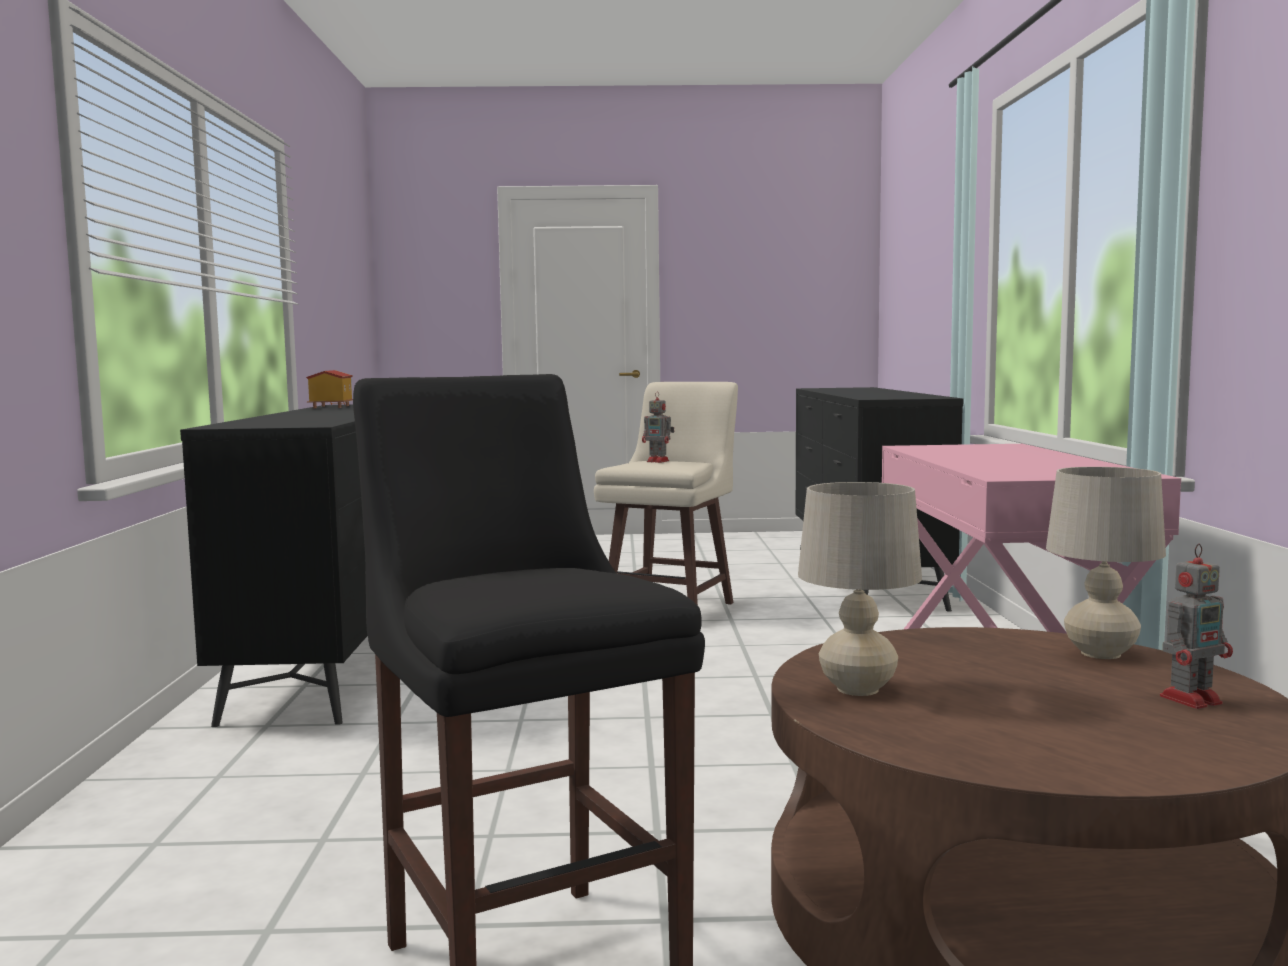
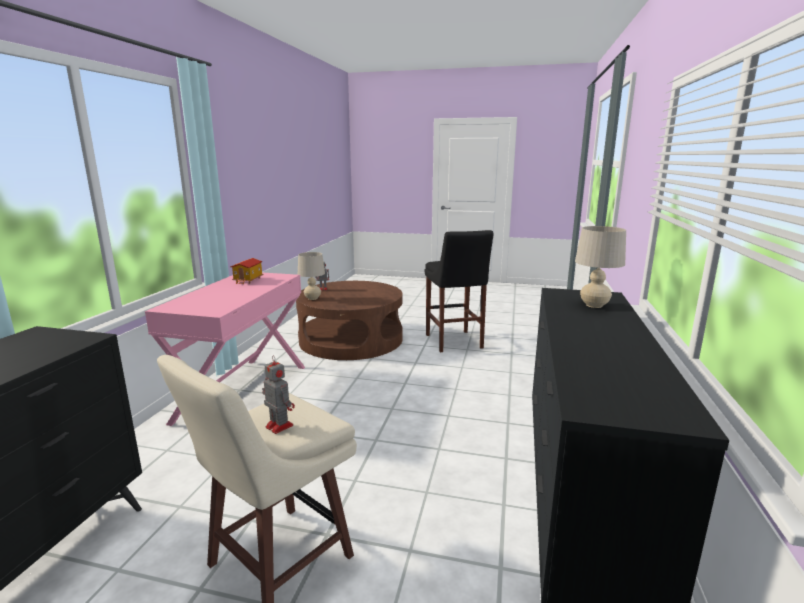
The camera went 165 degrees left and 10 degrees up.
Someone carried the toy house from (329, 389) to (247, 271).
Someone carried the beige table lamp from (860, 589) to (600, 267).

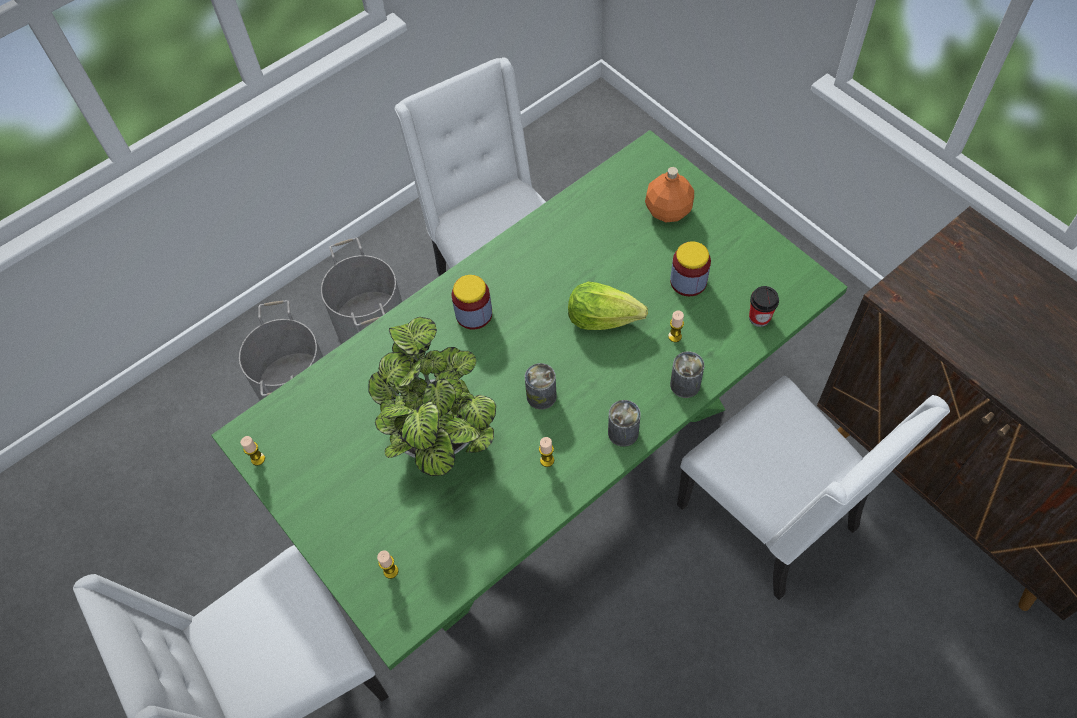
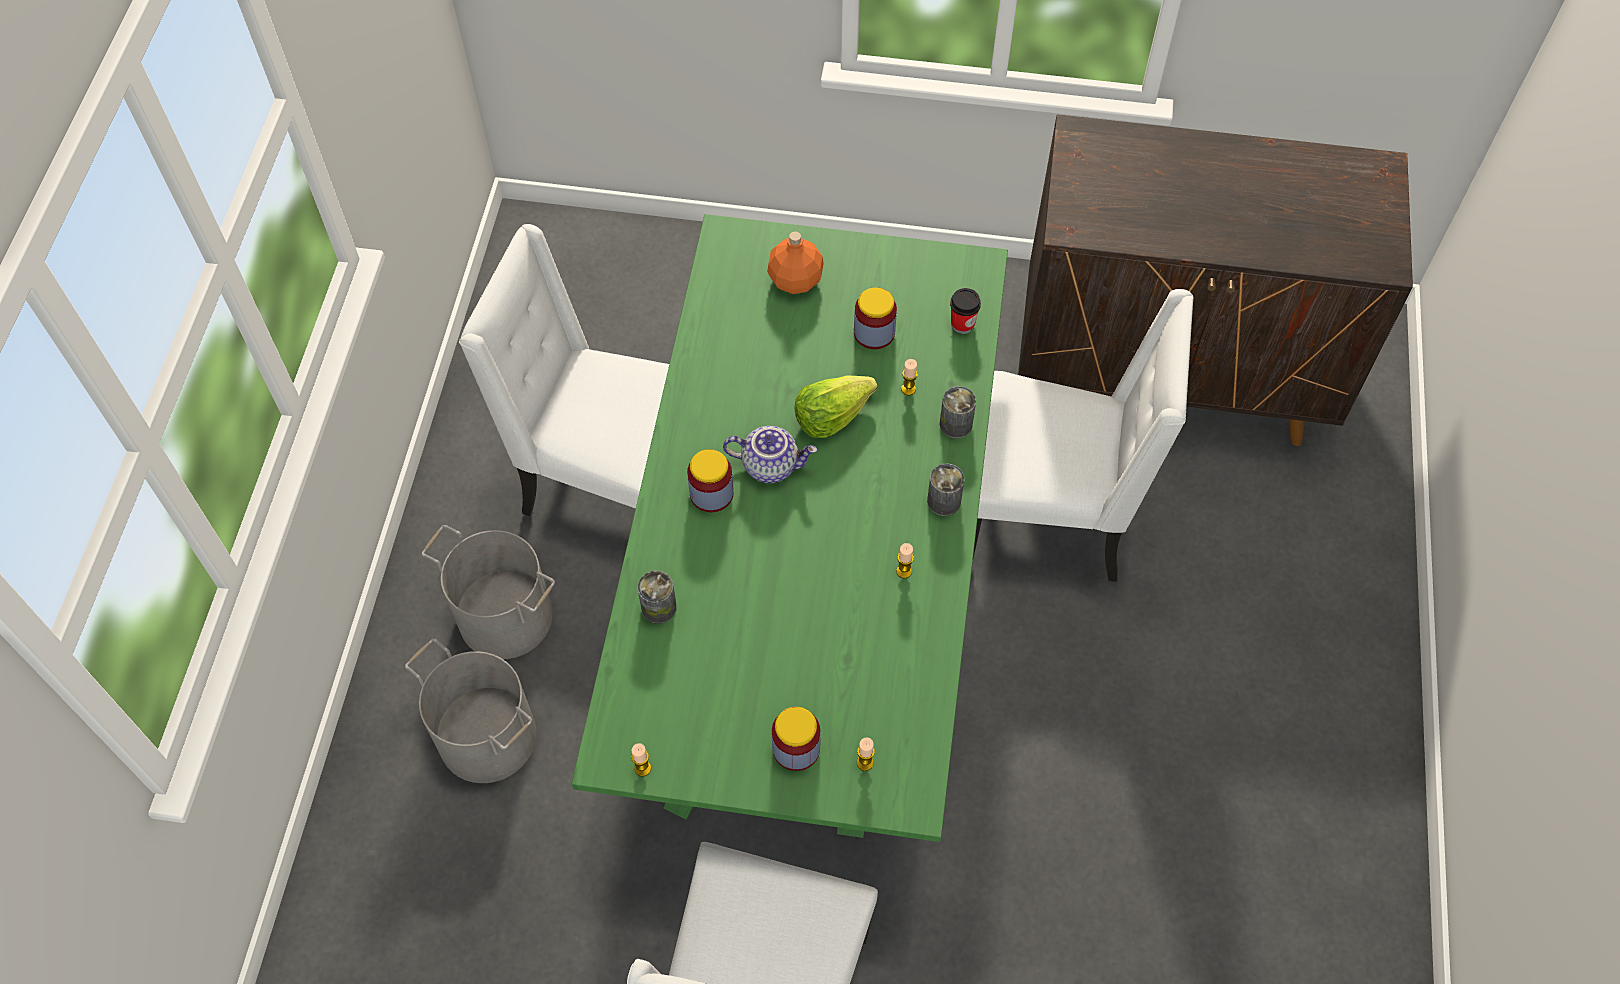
The camera went 45 degrees left and 0 degrees up.
Someone took away the potted plant at (432, 396).
Someone carried the can from (541, 386) to (657, 597).
Someone put down the teapot at (770, 454).
Someone put down the jar at (796, 739).

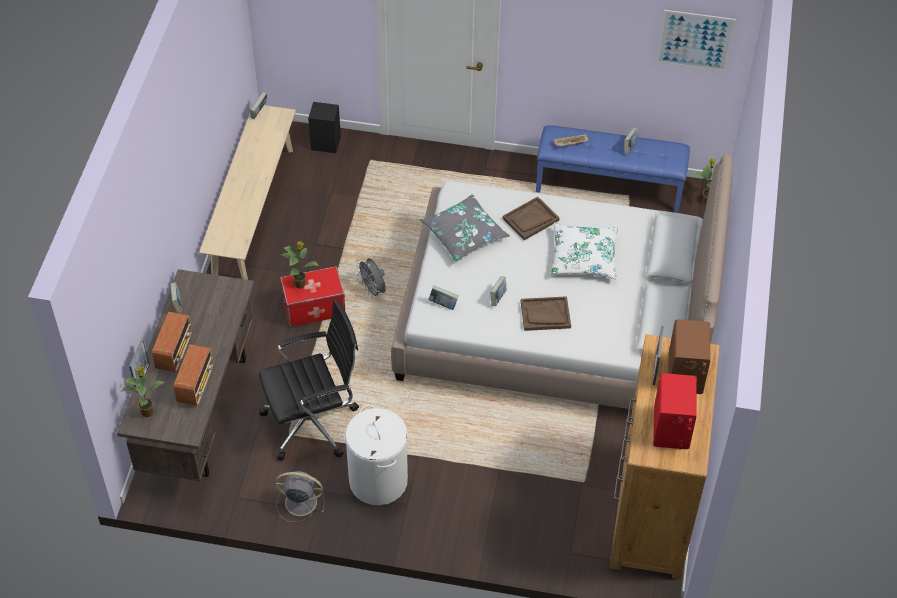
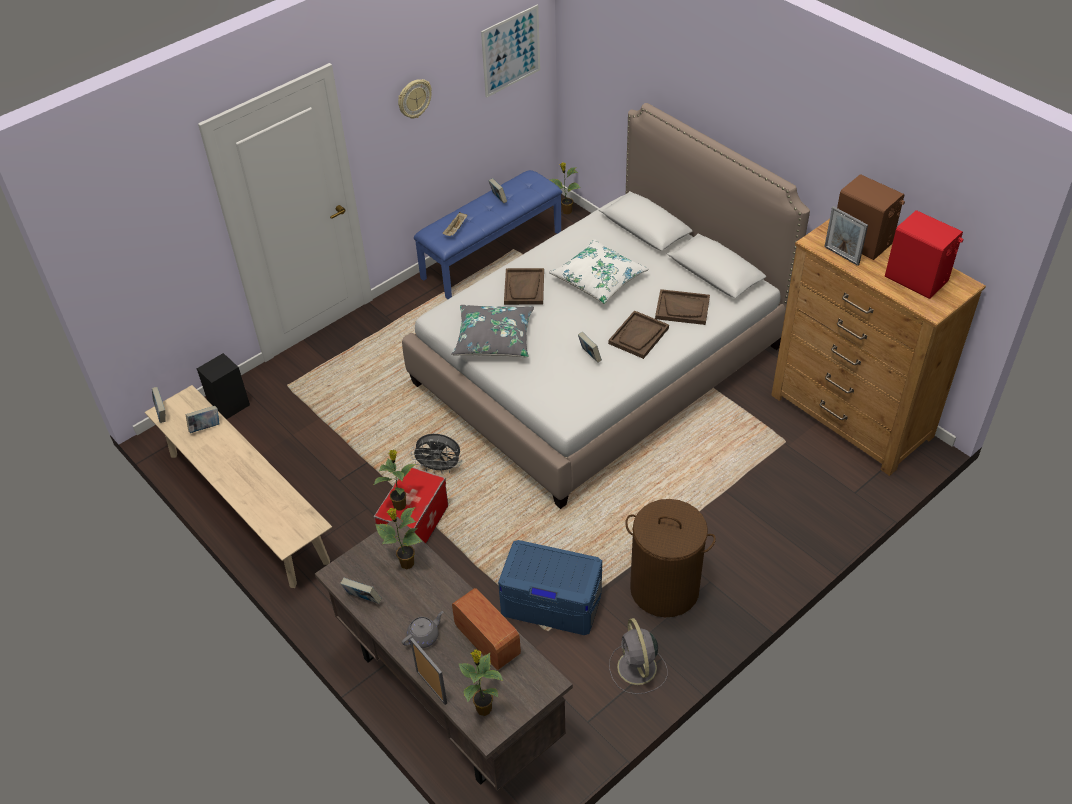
The camera went 50 degrees left and 5 degrees down.
Someone swapped the radio at (172, 342) for the grey teapot at (423, 629).
Someone swapped the black office chair at (309, 380) for the blue storage box at (550, 587).
Someone rotated the grey fan at (299, 496) by 60 degrees counterclockwise.
Someone repainted the white laundry basket at (376, 455), which became the brown laundry basket at (670, 558).
Someone carried the book from (443, 297) to (203, 419).
Someone put down the potted plant at (398, 538).
Someone put up the wall clock at (415, 99).
Someone put down the brown tray at (682, 307).

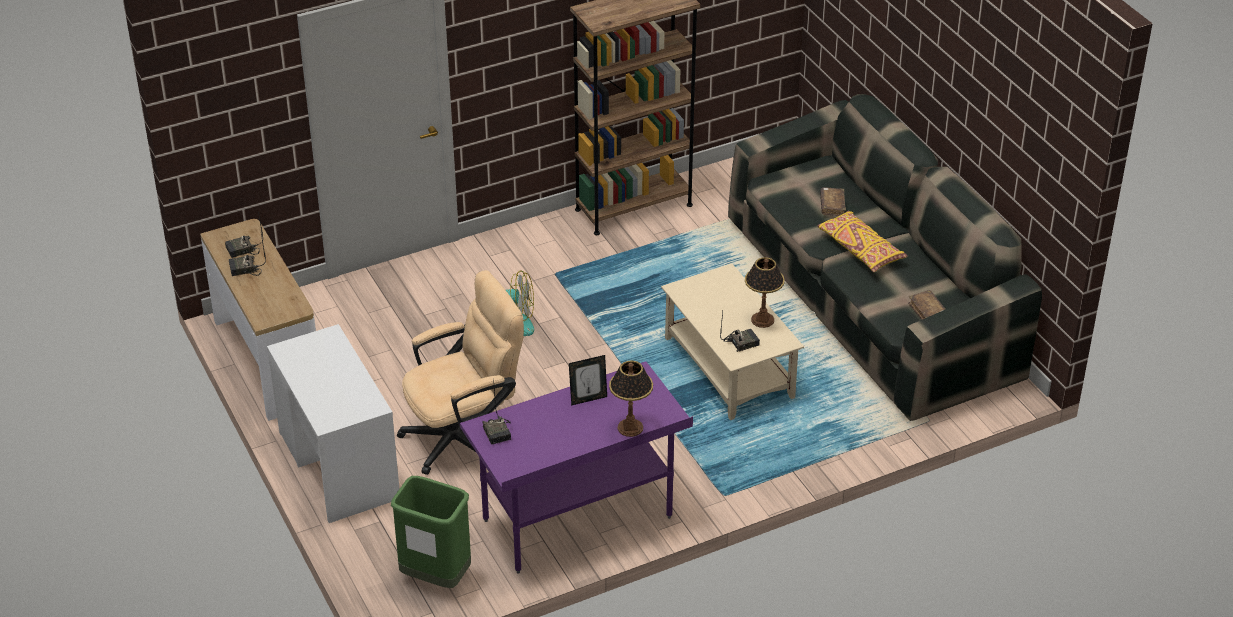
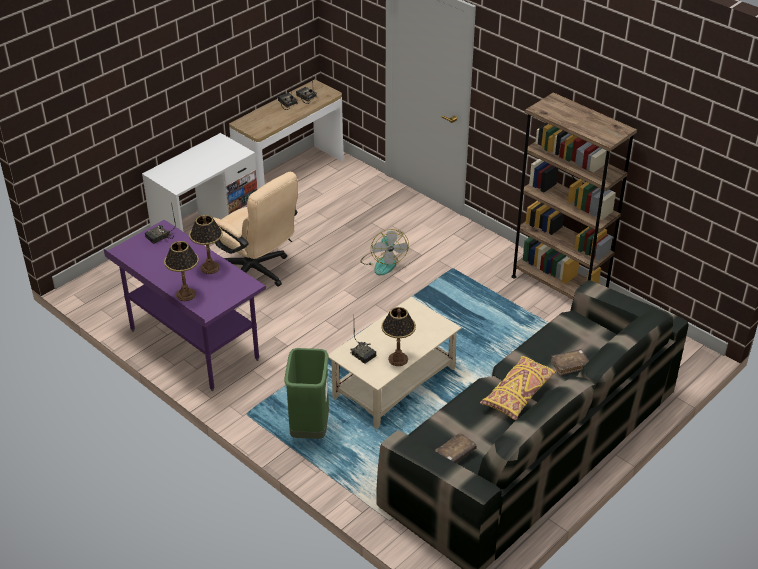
The camera went 70 degrees right and 0 degrees up.
Someone carried the green trash can from (431, 532) to (307, 393).
Someone swapped the picture frame at (588, 380) for the table lamp at (206, 244).

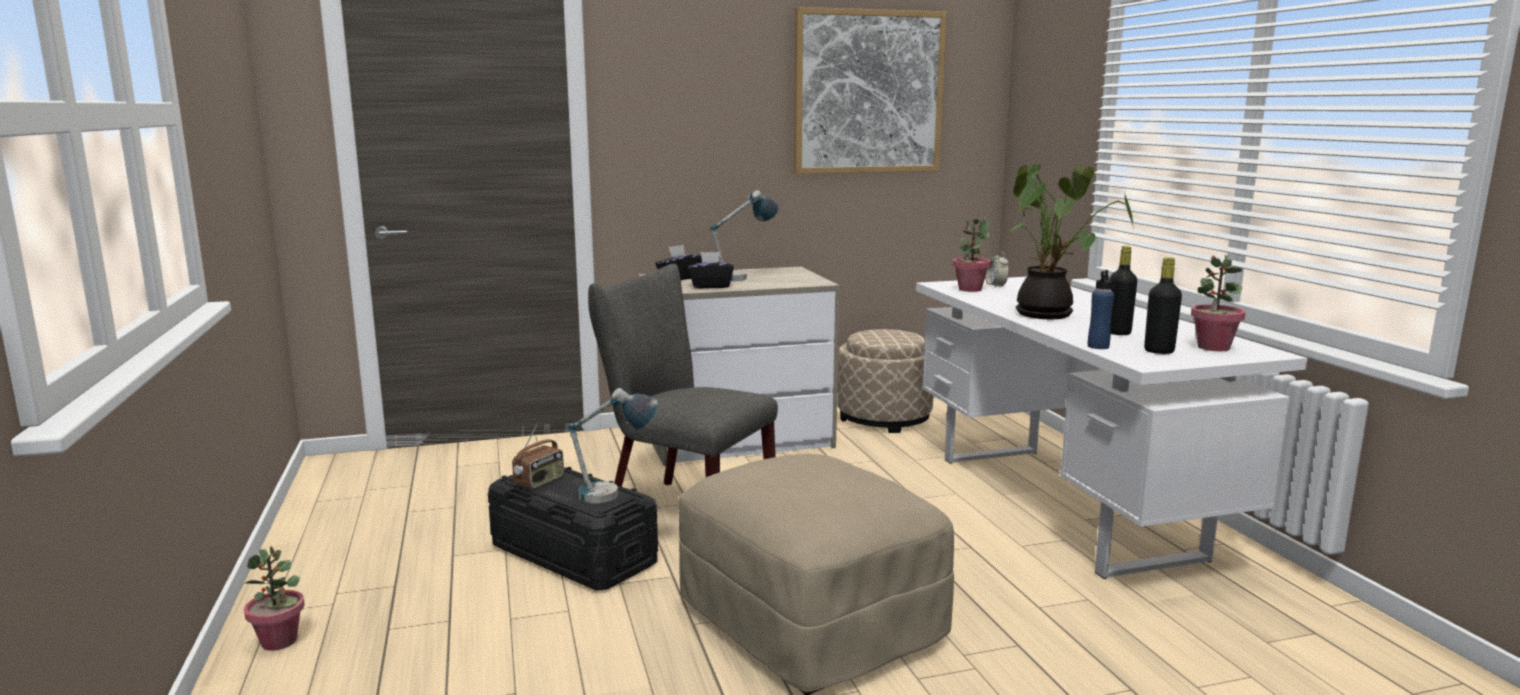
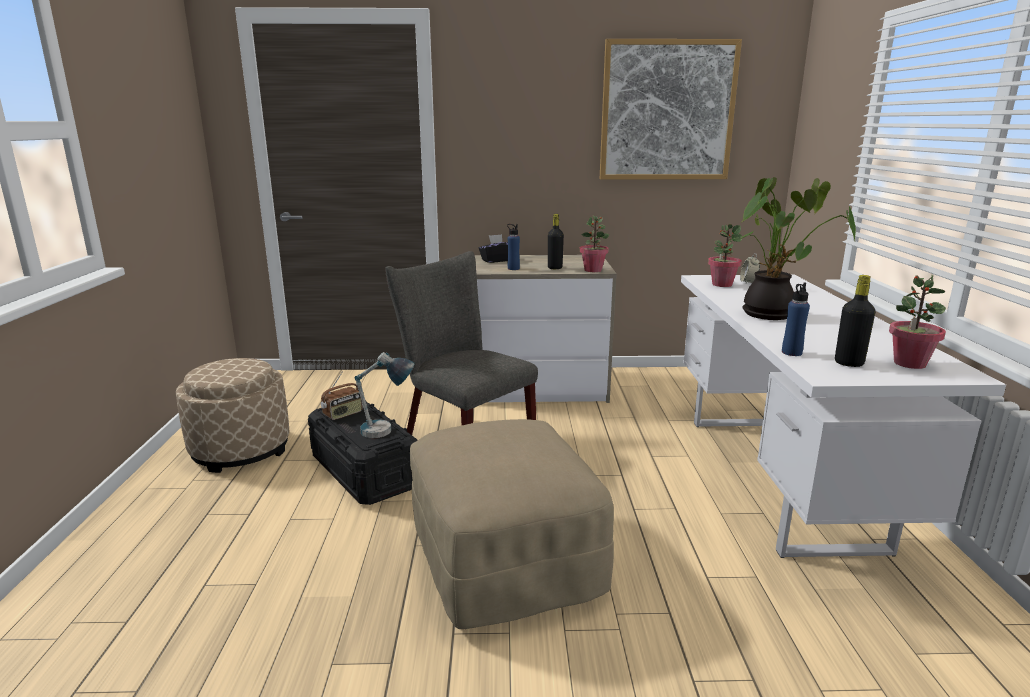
The camera went 15 degrees right and 5 degrees up.
Someone carried the potted plant from (274, 598) to (594, 244).
Someone swapped the black tissue box at (711, 270) for the blue bottle at (513, 247).
Someone took away the table lamp at (744, 235).
Someone carried the beige ottoman from (886, 381) to (232, 415).
Someone carried the black bottle from (1123, 290) to (556, 241).

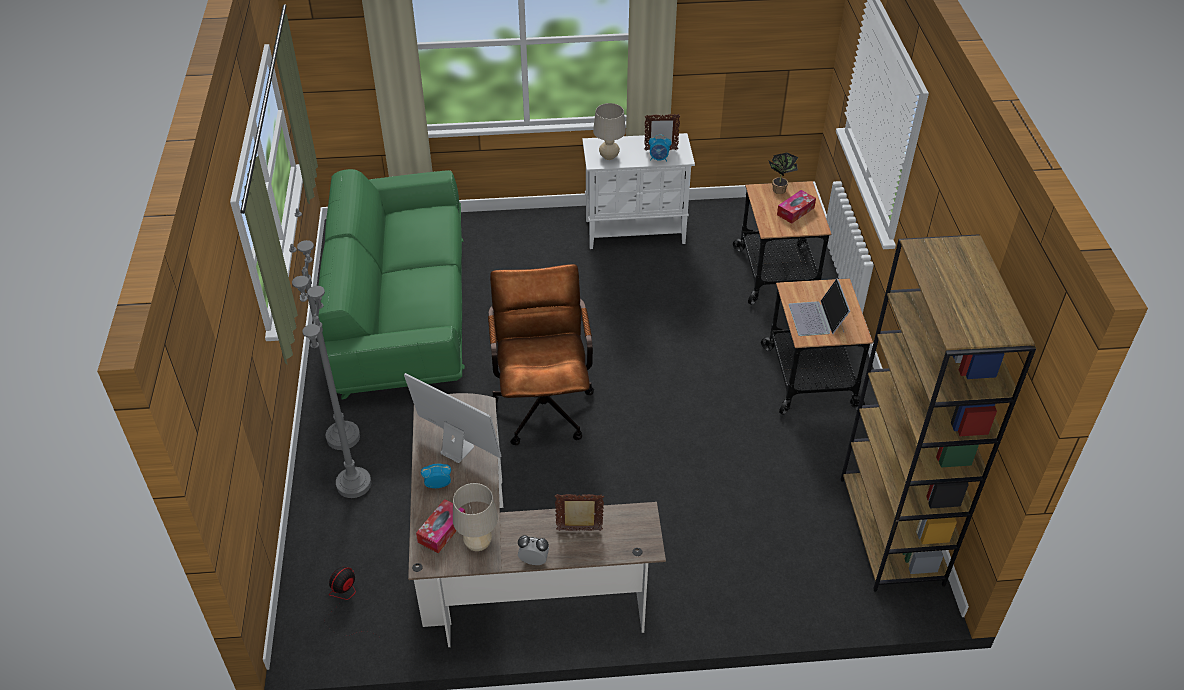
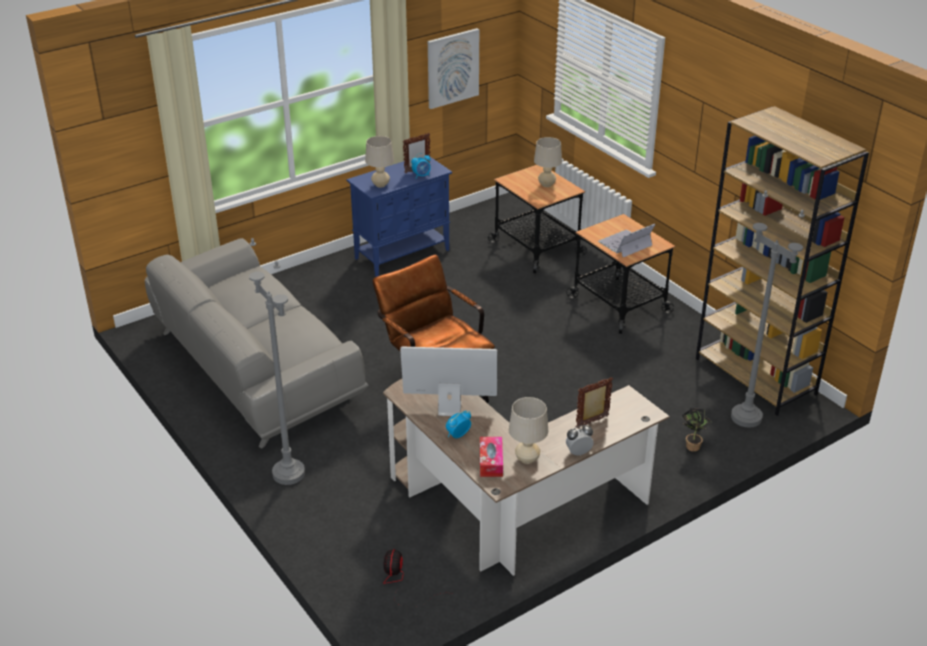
The camera went 30 degrees left and 10 degrees down.
Someone carried the grey floor lamp from (335, 376) to (768, 309).
Someone repainted the green sofa at (391, 284), which became the grey sofa at (257, 343).
Someone repainted the white cabinet at (638, 191), which became the blue cabinet at (399, 217).
Someone carried the potted plant from (783, 173) to (697, 430).
Someone swapped the tissue box at (796, 207) for the beige table lamp at (548, 162).
Someone rotated the laptop at (819, 307) by 90 degrees clockwise.
Someone put up the picture at (453, 68).

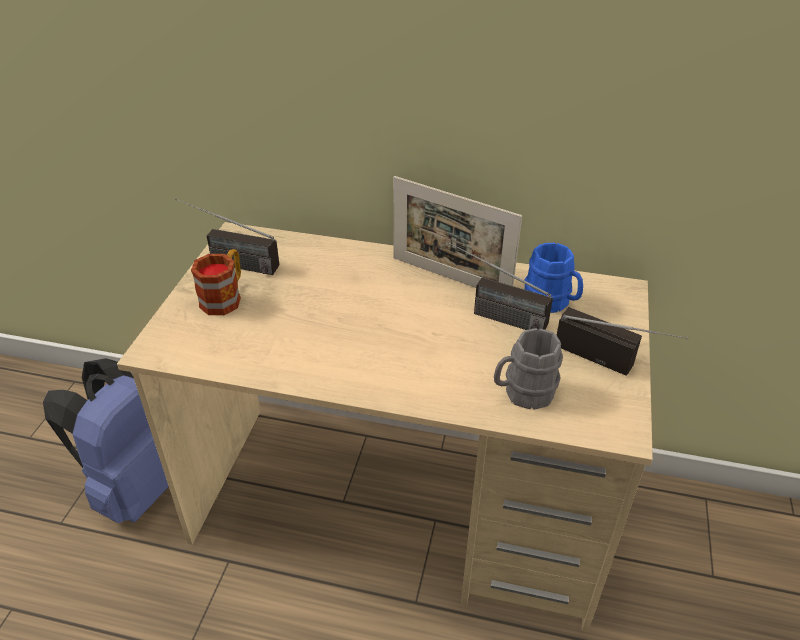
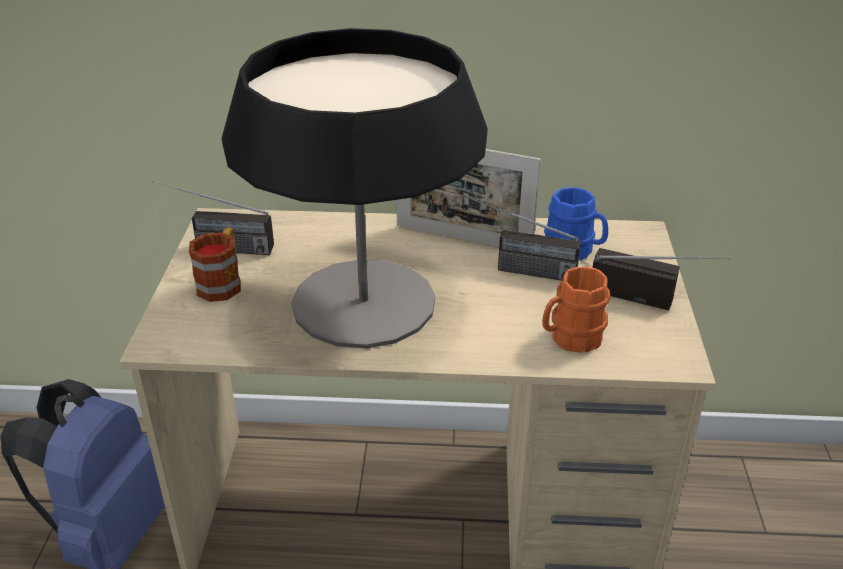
The camera went 10 degrees left and 5 degrees down.
Someone repainted the grey mug at (528, 369), which became the orange mug at (576, 309).
Someone put down the table lamp at (355, 188).

